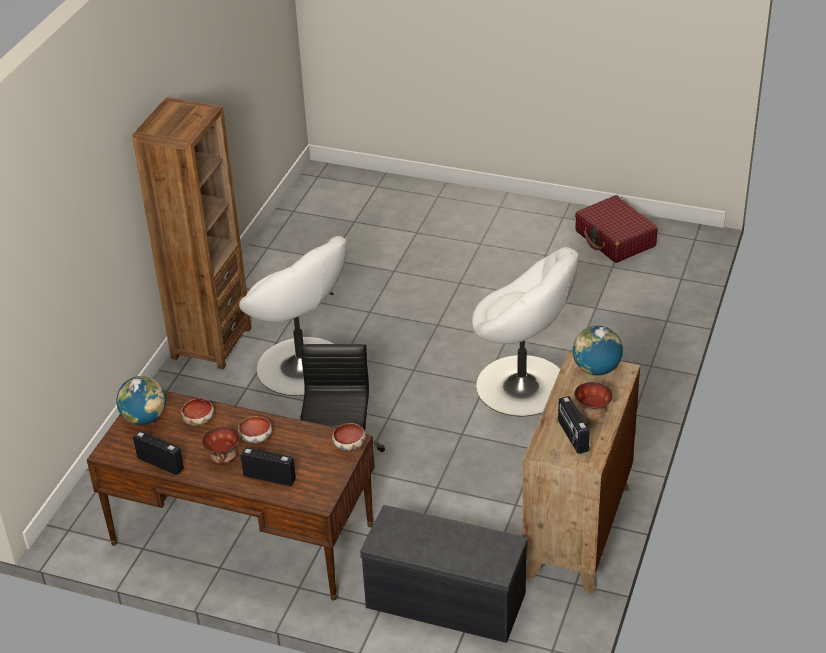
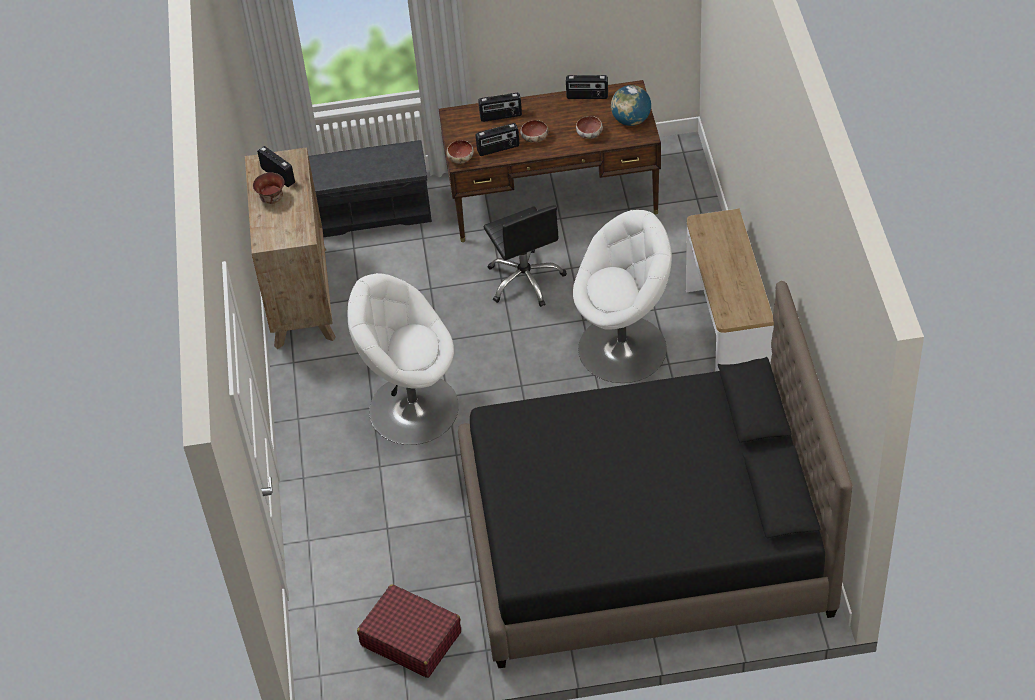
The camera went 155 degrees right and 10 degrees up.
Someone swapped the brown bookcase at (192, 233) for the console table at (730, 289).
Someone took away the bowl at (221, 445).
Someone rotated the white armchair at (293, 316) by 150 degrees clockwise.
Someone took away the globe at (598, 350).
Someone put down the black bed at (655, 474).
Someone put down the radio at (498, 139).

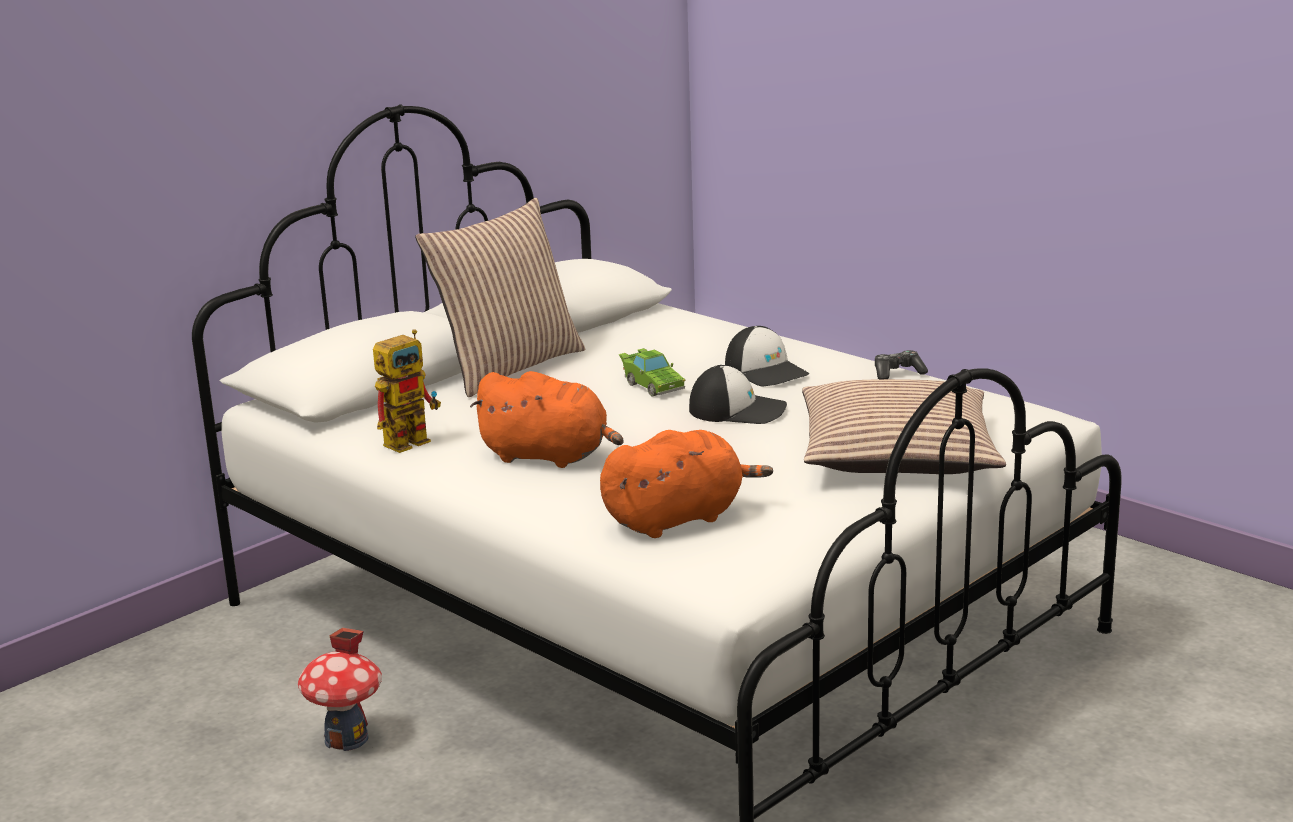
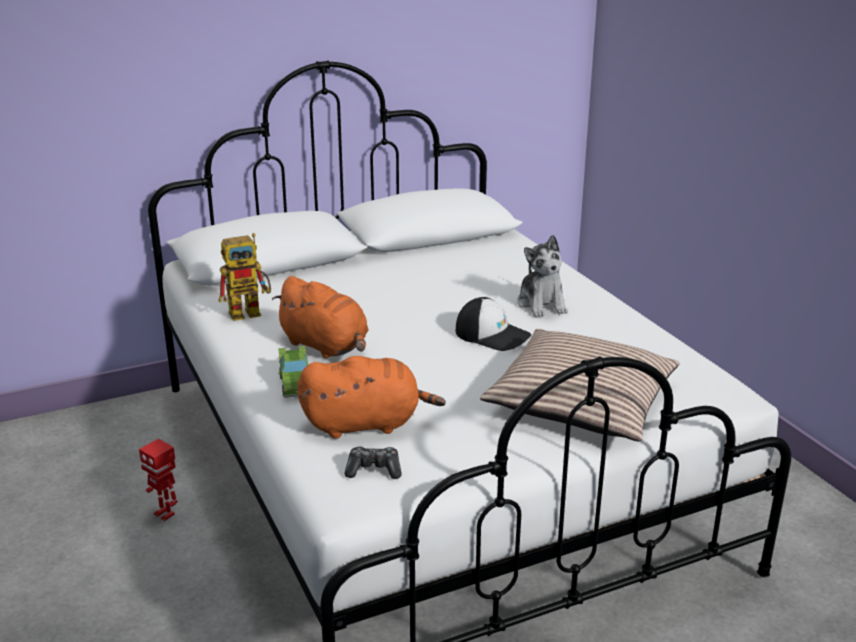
The camera went 20 degrees right and 5 degrees up.
Someone swapped the toy house at (340, 689) for the toy robot at (158, 480).
Someone took away the pillow at (500, 297).
Someone carried the green toy car from (652, 372) to (293, 372).
Someone swapped the cap at (767, 356) for the plush toy at (542, 276).
Someone carried the game controller from (901, 364) to (373, 462).

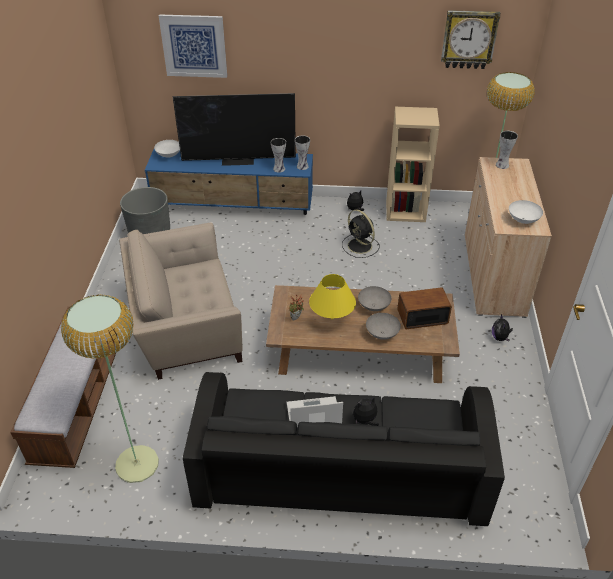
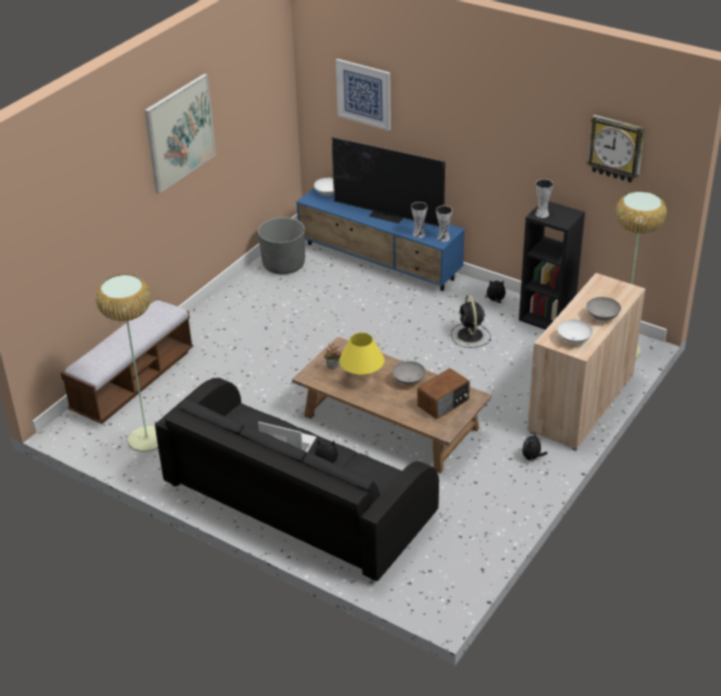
The camera went 30 degrees right and 5 degrees down.
Someone took away the beige armchair at (180, 301).
Someone carried the grey bowl from (383, 326) to (603, 309).
Someone repainted the beige bookcase at (413, 164), which became the black bookcase at (552, 265).
Someone rotated the radio at (424, 308) by 120 degrees clockwise.
Someone carried the vase from (507, 150) to (544, 198).
Someone put up the picture at (180, 134).

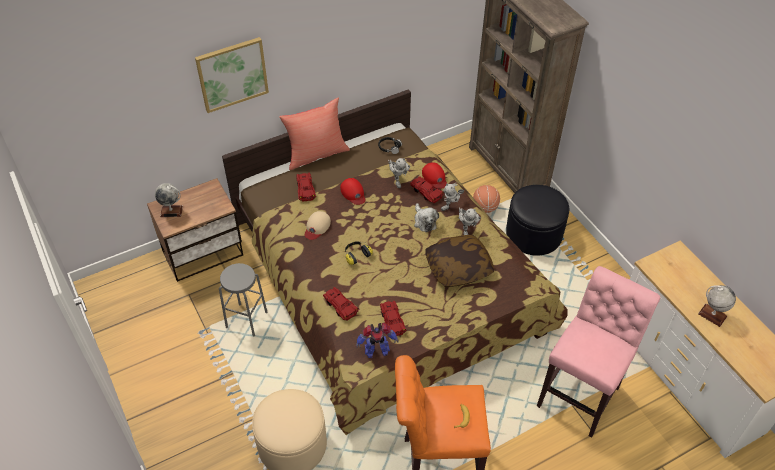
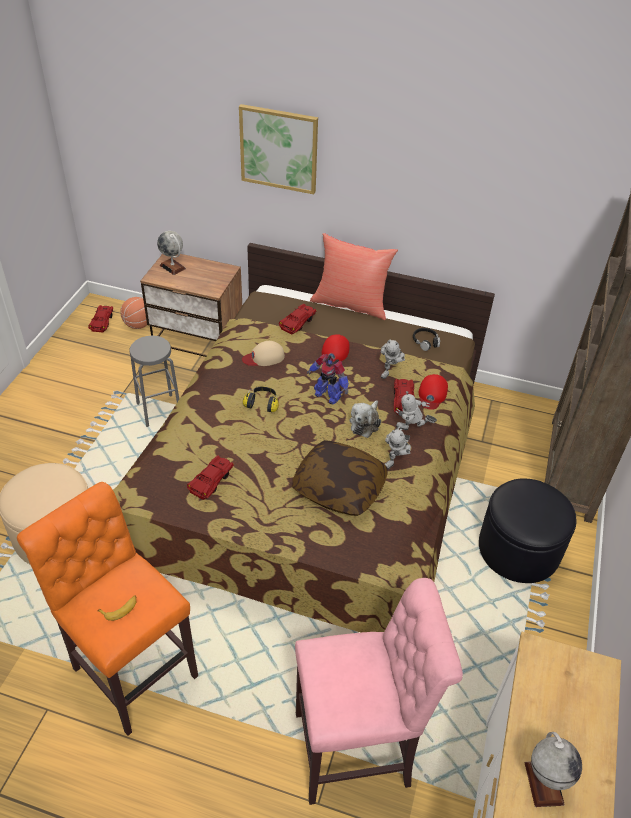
The camera went 45 degrees right and 5 degrees down.
Someone carried the red toy car from (341, 304) to (100, 318).
Someone carried the toy robot from (377, 340) to (328, 379).
Someone carried the basketball from (486, 199) to (133, 313).

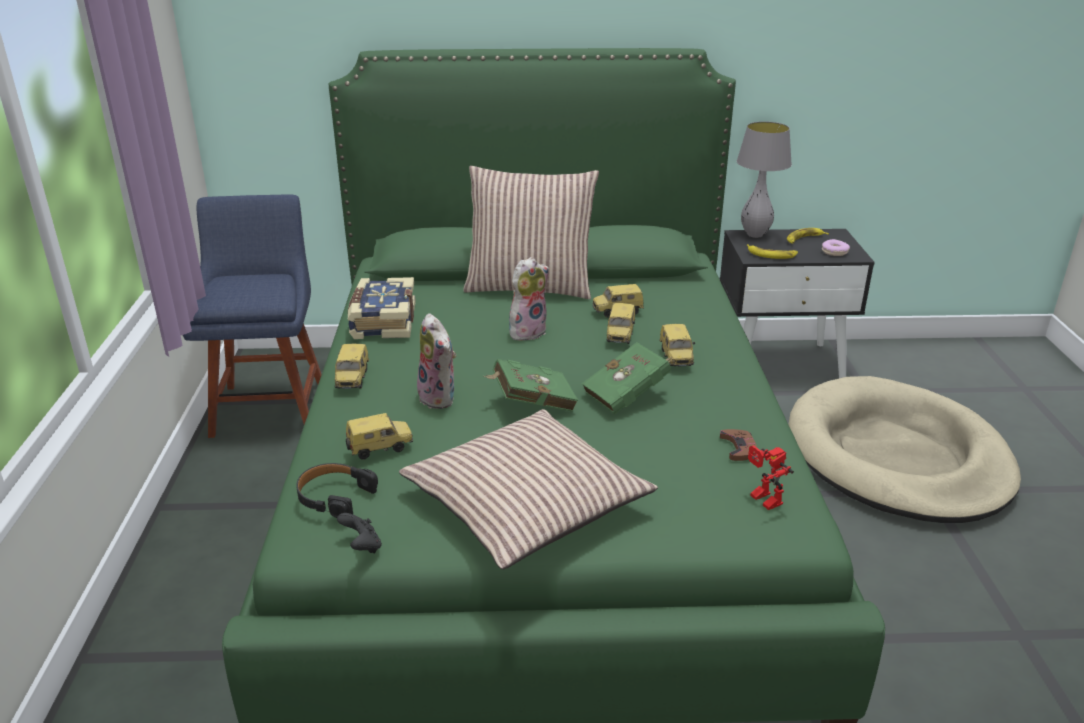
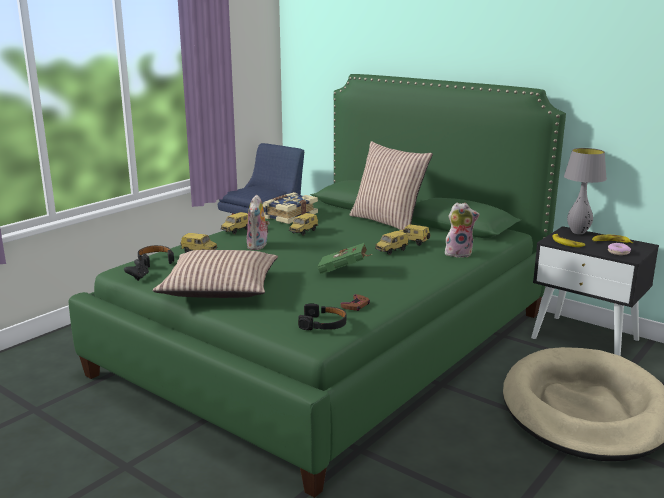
The camera went 40 degrees right and 10 degrees down.
Someone took away the green book at (531, 385).
Someone carried the plush toy from (529, 298) to (462, 230).
Someone carried the toy car from (677, 345) to (303, 224).
Someone swapped the toy robot at (771, 477) for the black headphones at (322, 316).

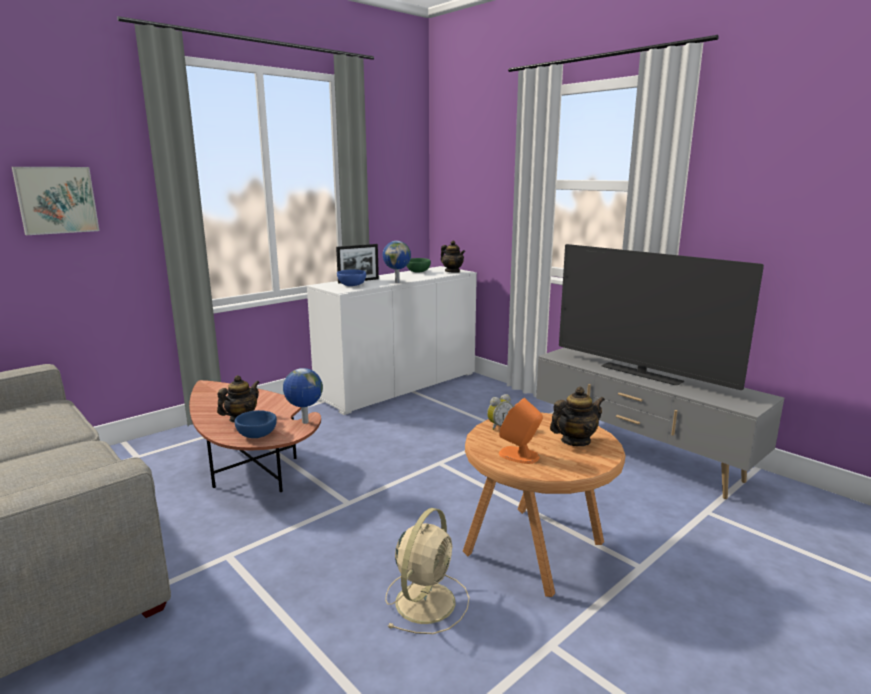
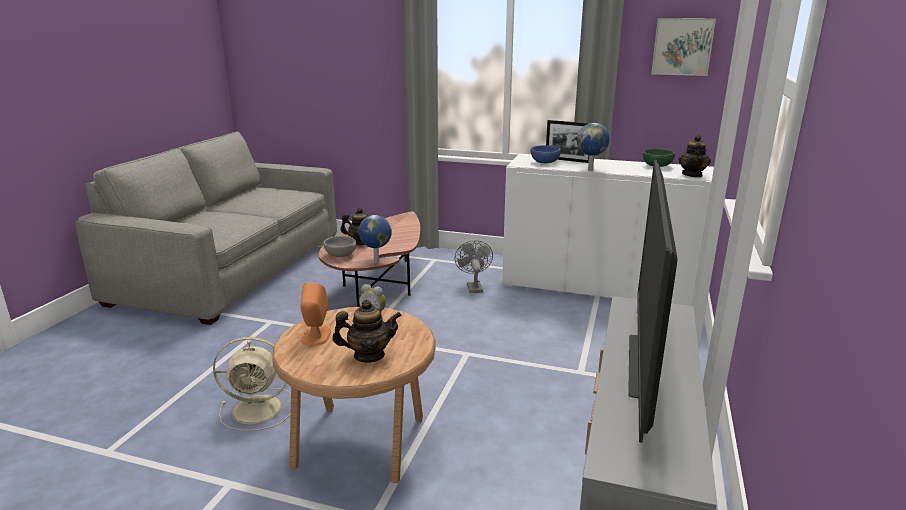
The camera went 60 degrees right and 5 degrees up.
Someone carried the picture from (56, 201) to (683, 47).
Someone repainted the blue bowl at (256, 424), which became the grey bowl at (339, 246).
Someone rotated the teapot at (577, 416) by 45 degrees counterclockwise.
Someone put down the grey fan at (473, 266).

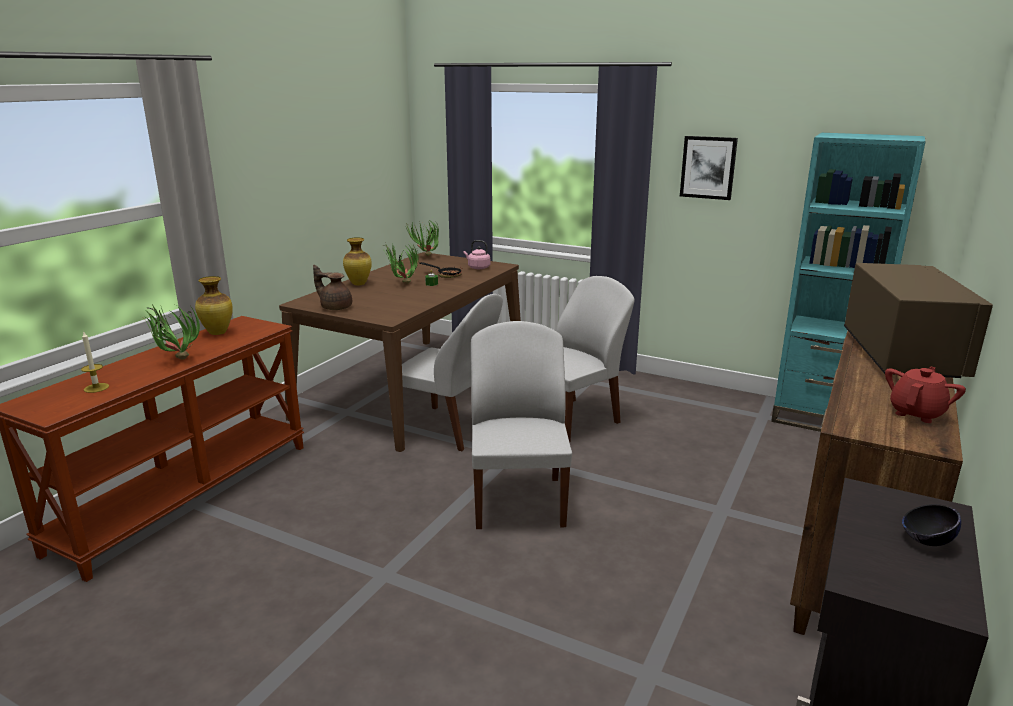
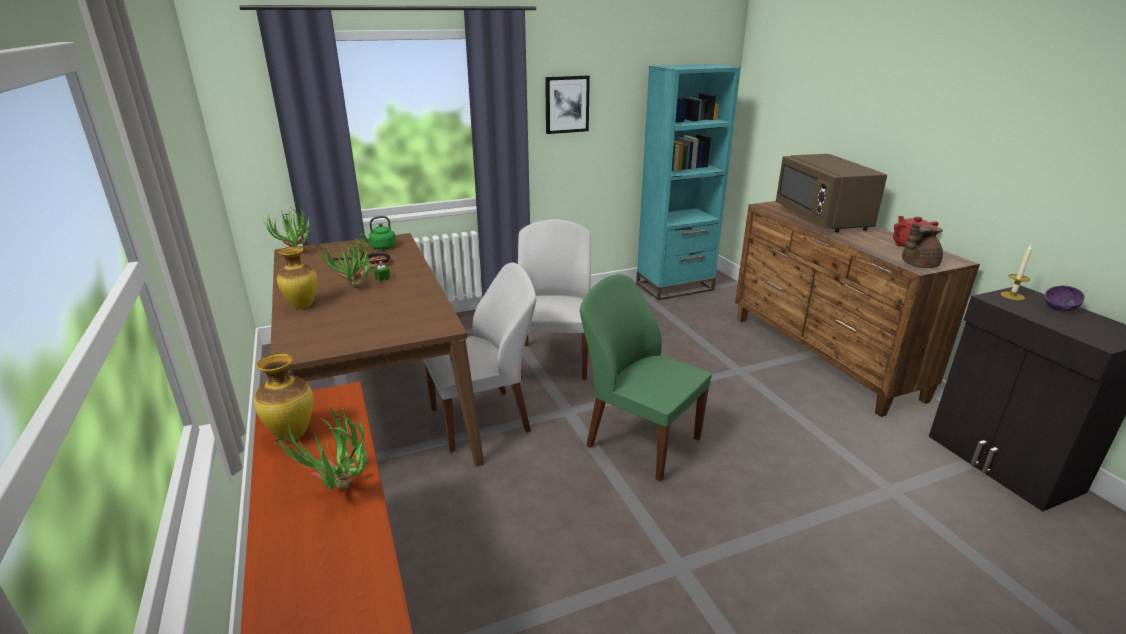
The camera went 50 degrees left and 5 degrees up.
Someone carried the candle from (95, 362) to (1016, 271).
Someone carried the brown teapot from (332, 287) to (922, 245).
Someone repainted the pink kettle at (476, 254), which became the green kettle at (378, 232).
Someone repainted the white chair at (521, 425), which became the green chair at (646, 377).
Someone rotated the brown microwave at (918, 320) by 150 degrees counterclockwise.
Someone repainted the black bowl at (931, 525), which became the purple bowl at (1065, 299).

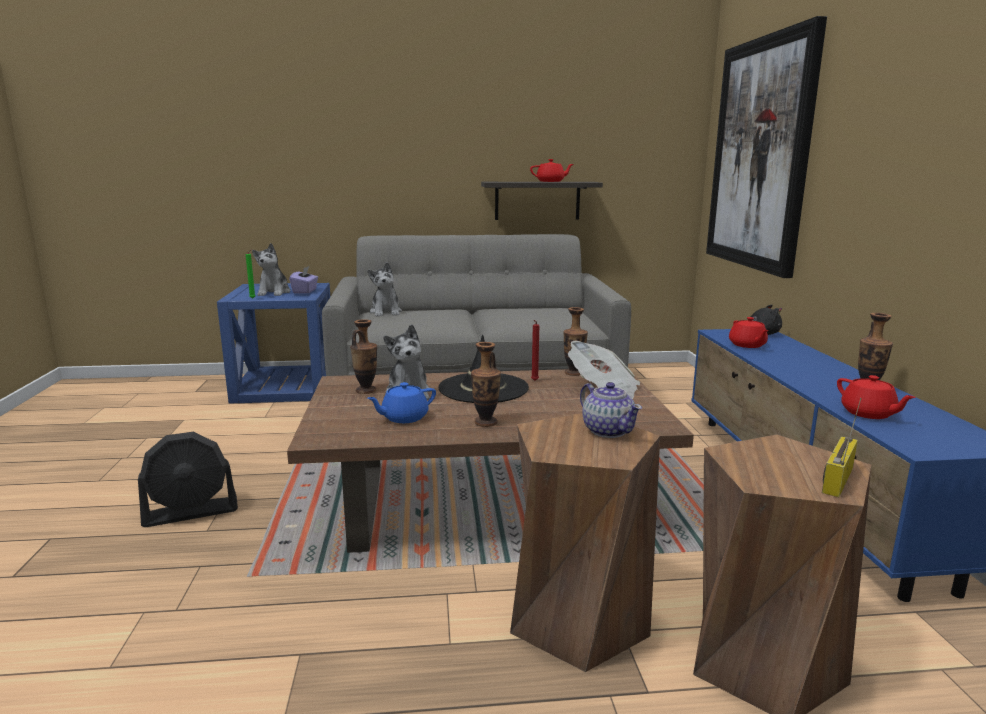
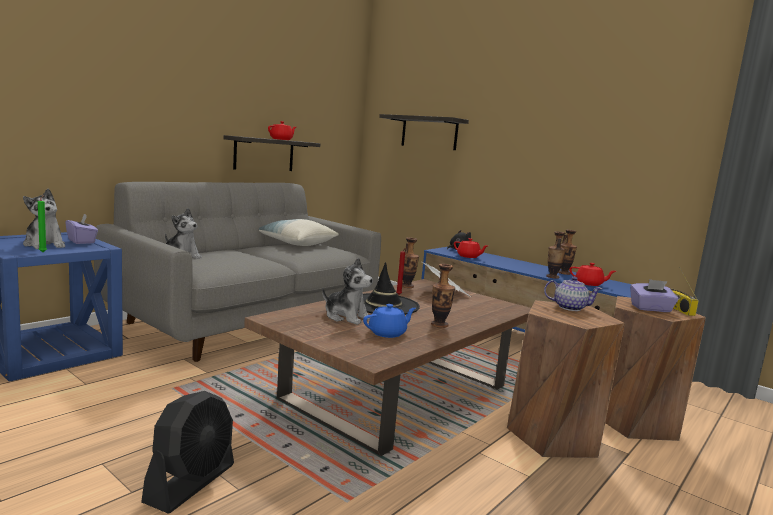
The camera went 45 degrees left and 5 degrees down.
Someone carried the vase from (363, 357) to (556, 255).
Someone rotated the blue teapot at (401, 402) by 135 degrees counterclockwise.
Someone swapped the picture at (766, 147) for the shelf at (424, 132).
Someone put down the pillow at (299, 232).
Someone put down the purple tissue box at (654, 295).

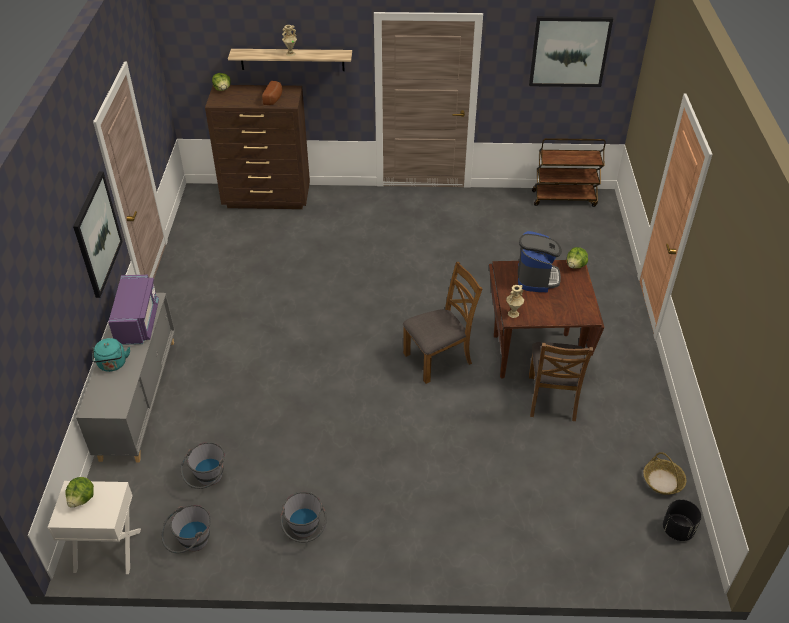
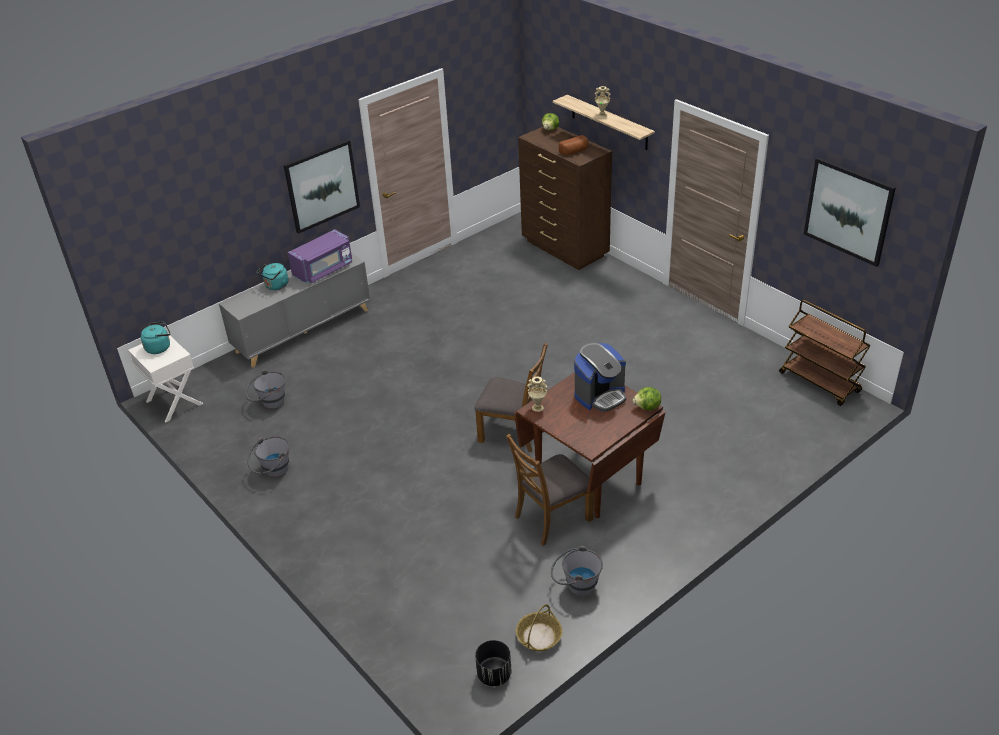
The camera went 50 degrees right and 5 degrees down.
Someone swapped the lettuce at (79, 492) for the turquoise kettle at (155, 337).
Someone carried the grey bucket from (186, 528) to (577, 571).

